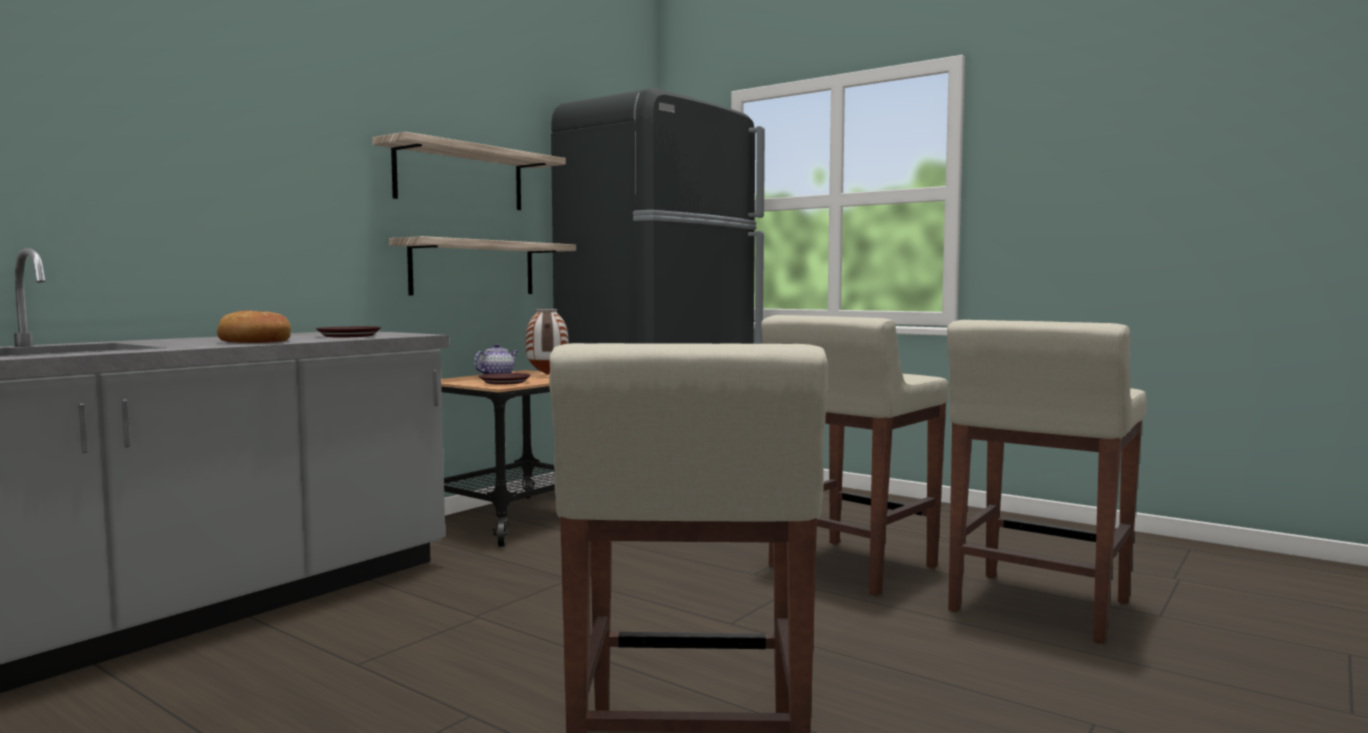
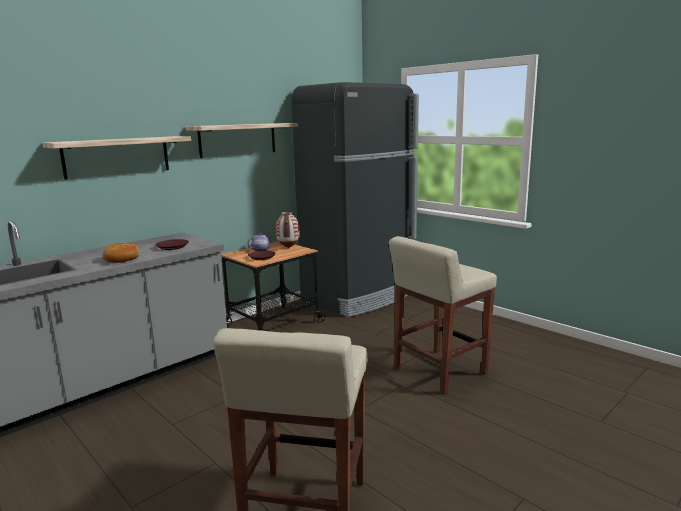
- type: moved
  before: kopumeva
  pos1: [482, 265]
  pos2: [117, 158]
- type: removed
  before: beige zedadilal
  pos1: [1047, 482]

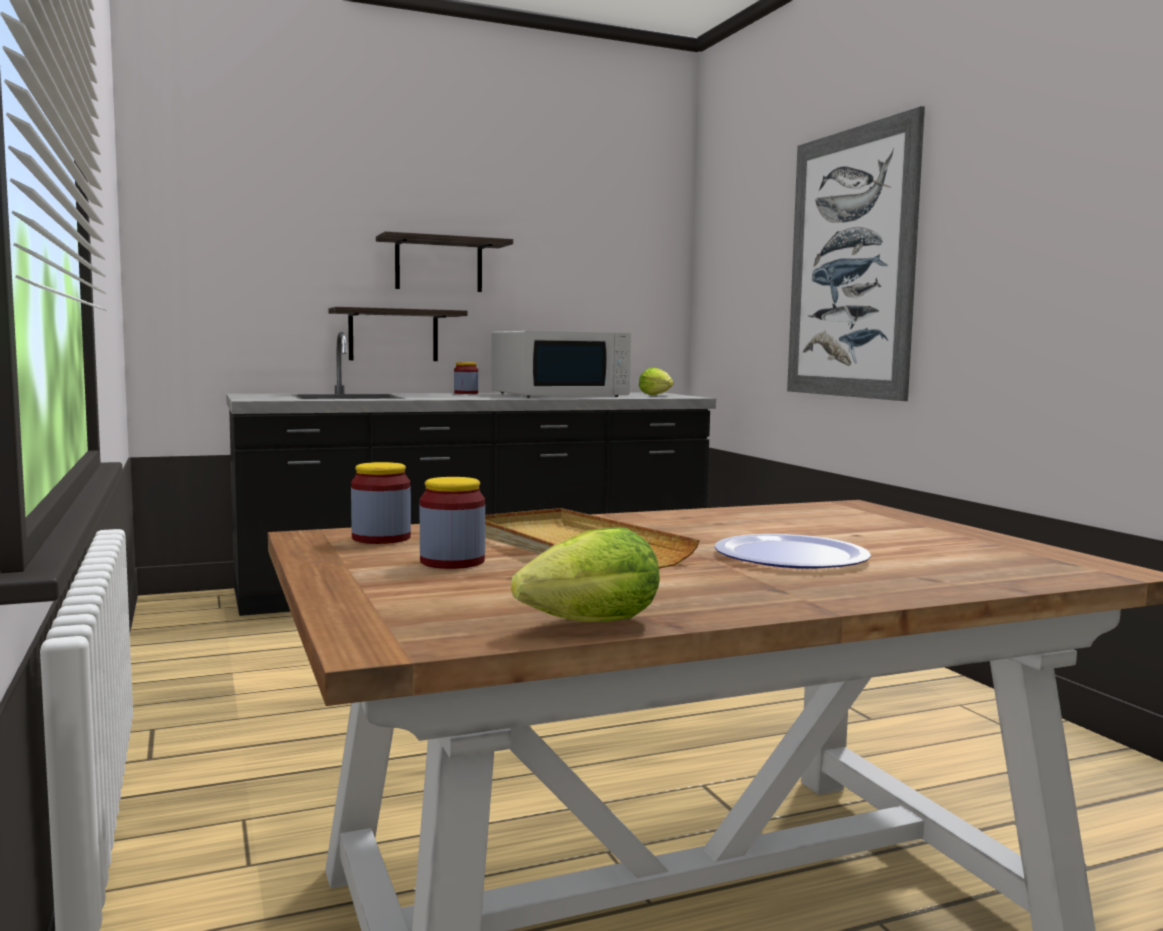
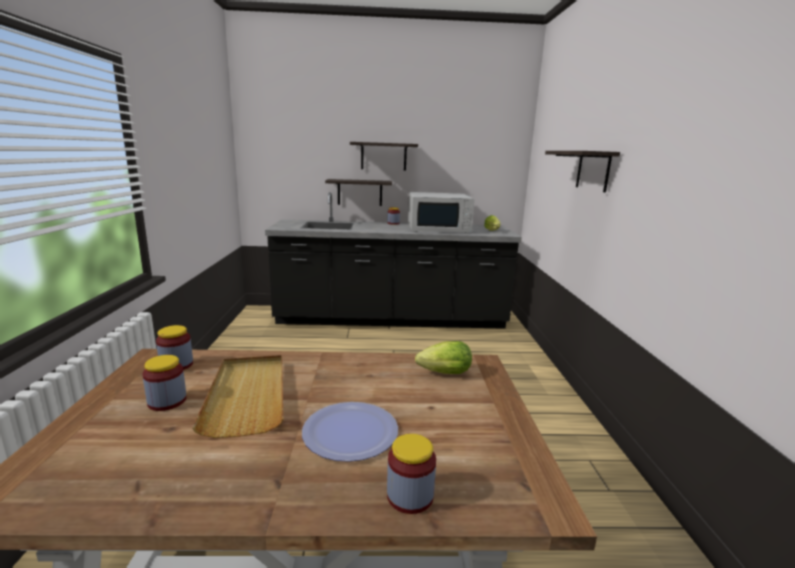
- type: moved
  before: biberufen
  pos1: [585, 574]
  pos2: [443, 357]
- type: replaced
  before: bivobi
  after: kopumeva
  pos1: [856, 253]
  pos2: [582, 172]
- type: added
  after: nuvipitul
  pos2: [411, 474]

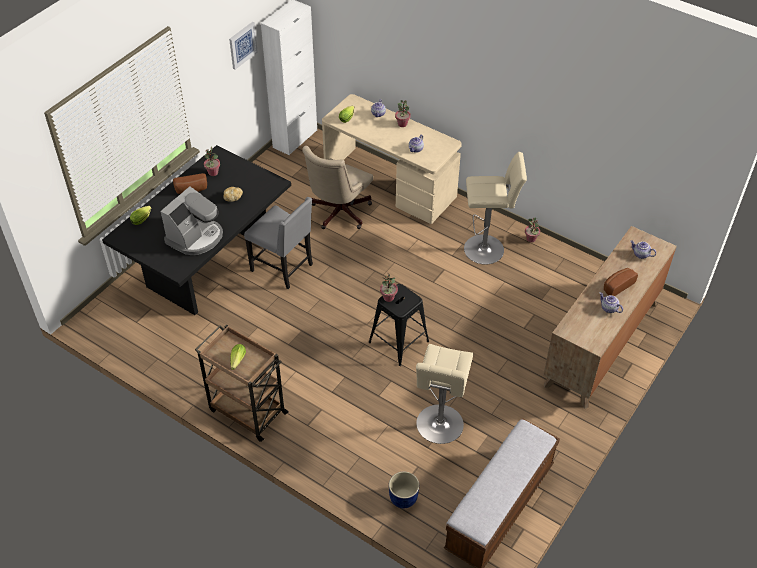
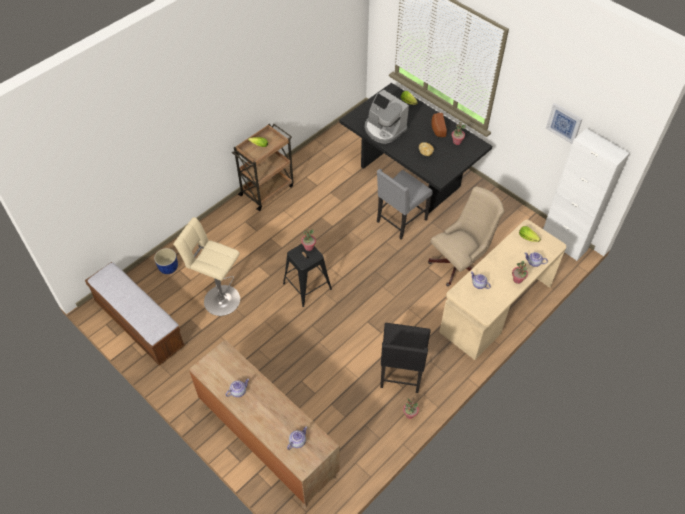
- type: turned
  before: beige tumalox
  pos1: [337, 187]
  pos2: [466, 236]
  turn: 105
- type: replaced
  before: beige zedadilal
  after: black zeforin
  pos1: [495, 208]
  pos2: [405, 358]
- type: removed
  before: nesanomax
  pos1: [621, 282]

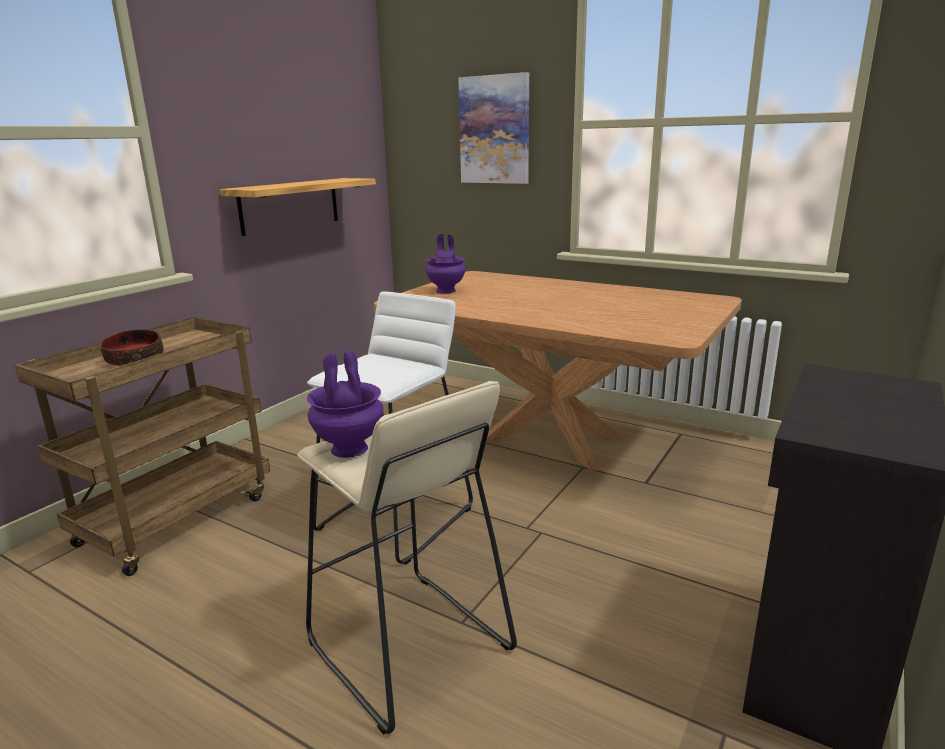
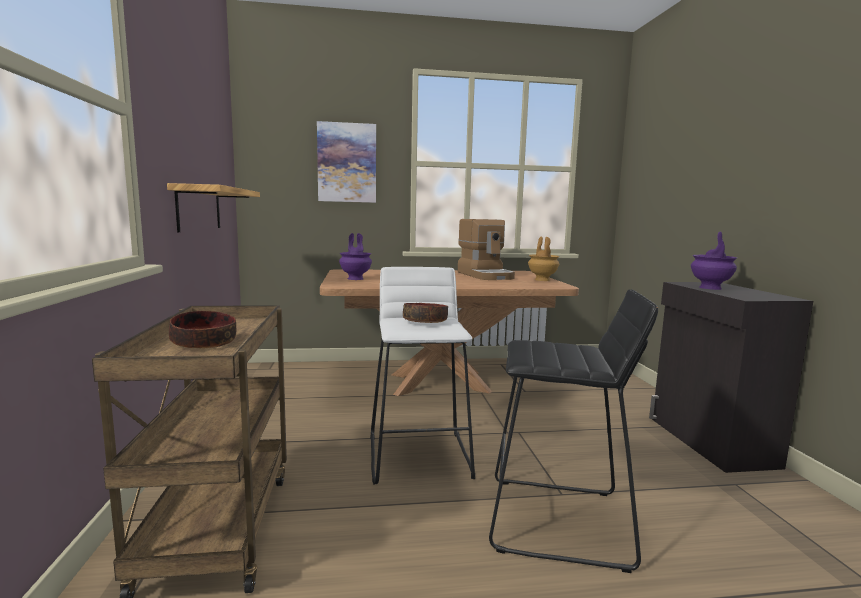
- type: recoloured
  before: beige zedadilal
  after: black zedadilal
  pos1: [407, 558]
  pos2: [573, 431]
- type: moved
  before: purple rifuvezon
  pos1: [345, 404]
  pos2: [714, 260]
- type: added
  after: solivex
  pos2: [425, 313]
- type: added
  after: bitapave
  pos2: [486, 249]
- type: added
  after: brown rifuvezon
  pos2: [543, 258]

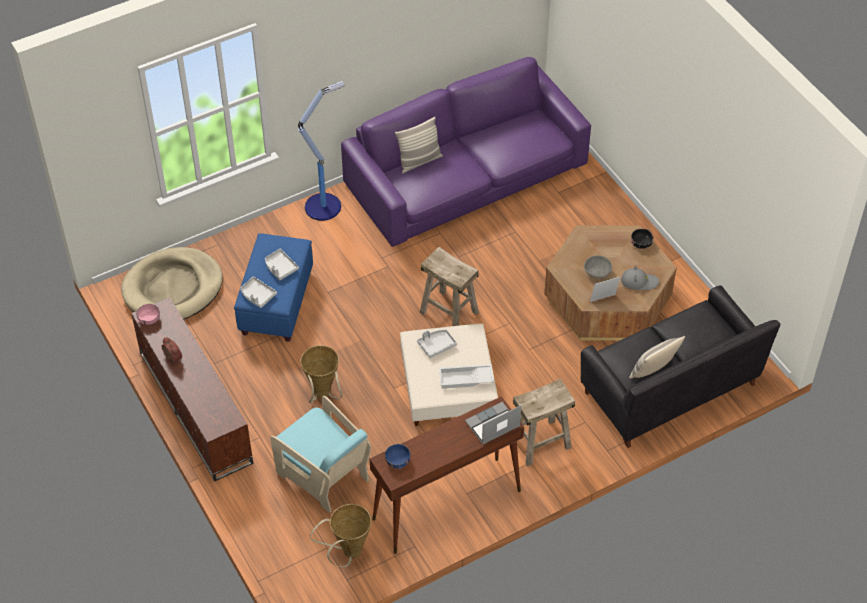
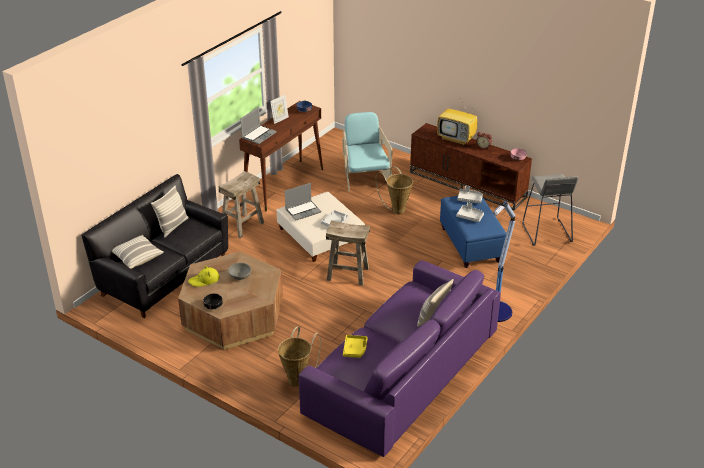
- type: replaced
  before: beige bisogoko
  after: grey zedadilal
  pos1: [172, 283]
  pos2: [550, 210]
- type: turned
  before: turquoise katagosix
  pos1: [320, 454]
  pos2: [367, 152]
  turn: 60
- type: moved
  before: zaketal
  pos1: [340, 535]
  pos2: [299, 357]
- type: replaced
  before: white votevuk
  after: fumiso
  pos1: [466, 376]
  pos2: [303, 202]
- type: moved
  before: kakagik
  pos1: [605, 289]
  pos2: [279, 109]
- type: recoloured
  before: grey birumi
  after: yellow birumi
  pos1: [640, 277]
  pos2: [204, 276]
- type: added
  after: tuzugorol
  pos2: [138, 252]
- type: added
  after: yellow votevuk
  pos2: [355, 346]
- type: added
  after: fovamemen
  pos2: [457, 122]

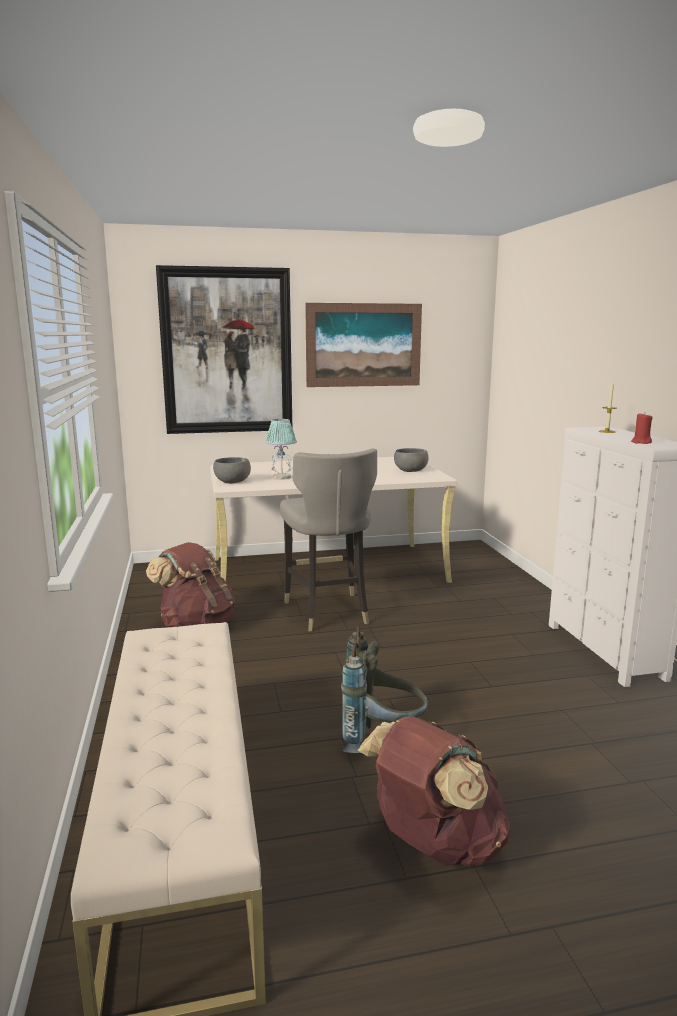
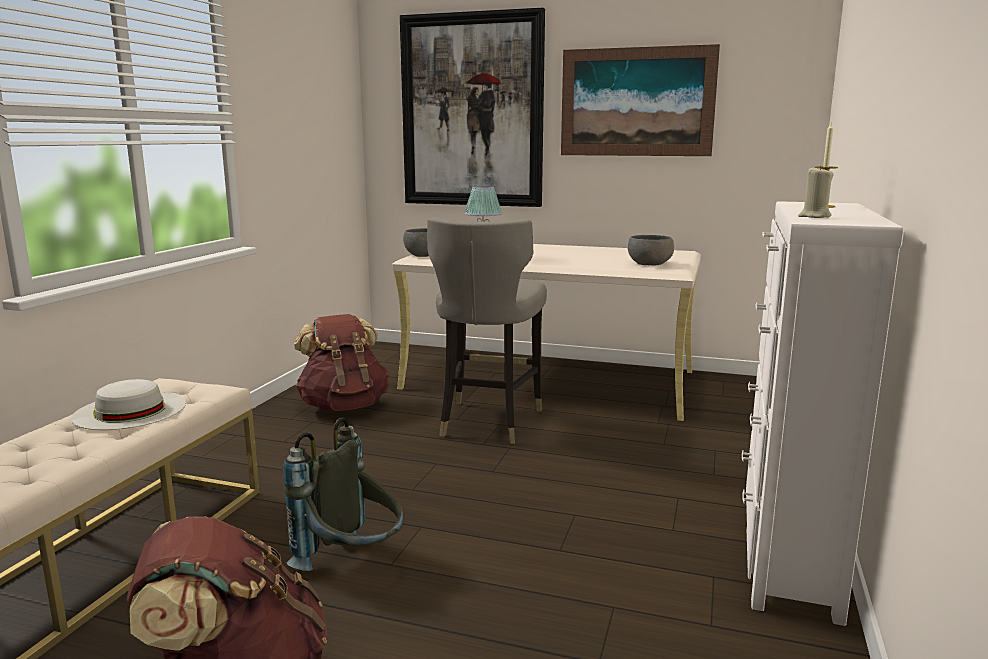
- type: recoloured
  before: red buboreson
  after: beige buboreson
  pos1: [641, 428]
  pos2: [816, 191]
- type: added
  after: white birumi
  pos2: [128, 404]

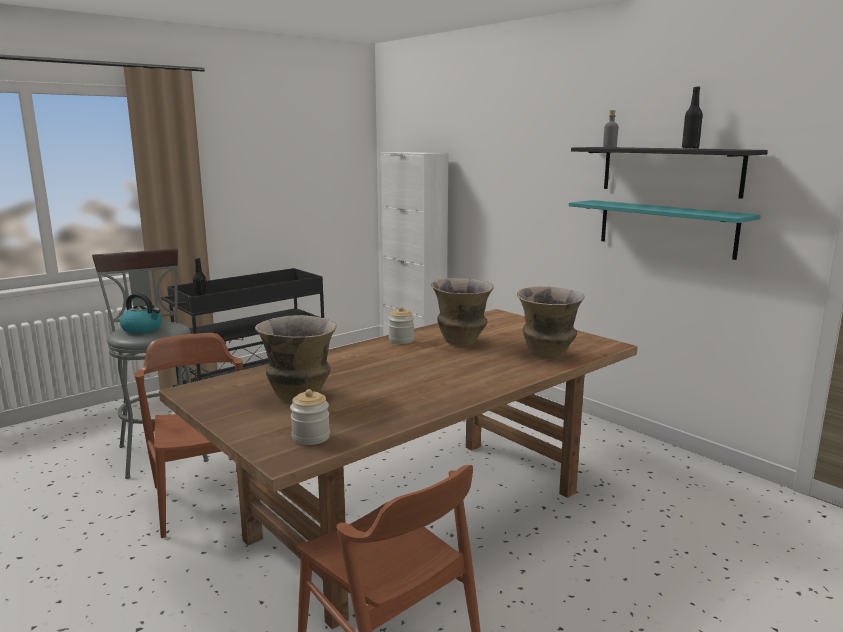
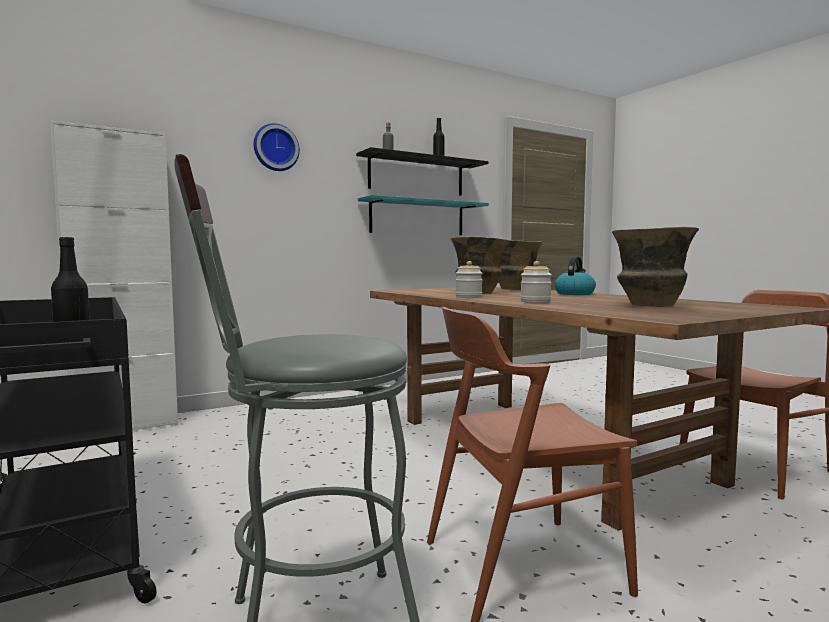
- type: moved
  before: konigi
  pos1: [141, 313]
  pos2: [575, 275]
- type: moved
  before: nuvipitul
  pos1: [310, 417]
  pos2: [536, 282]
- type: added
  after: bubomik
  pos2: [277, 147]

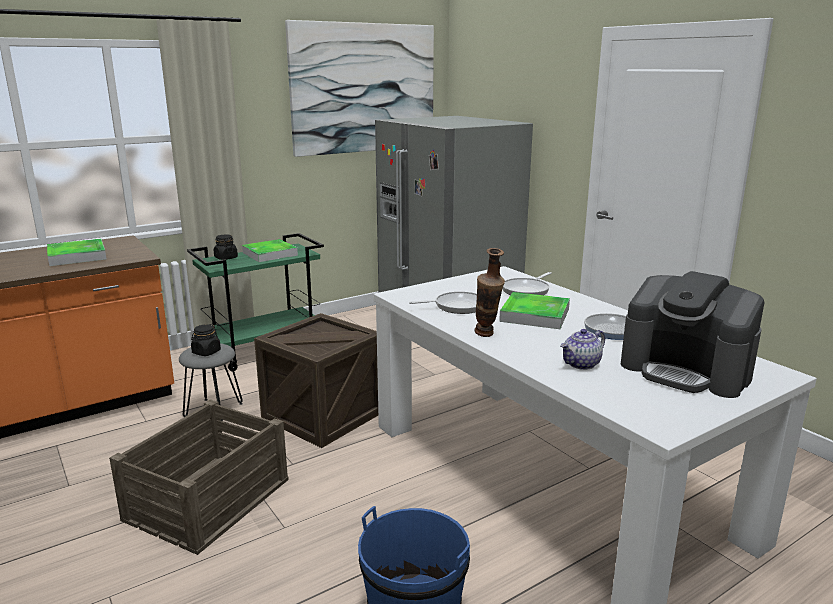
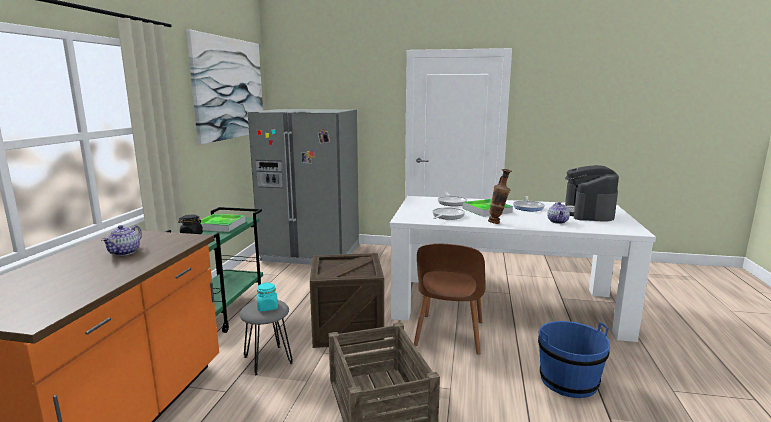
- type: replaced
  before: votevuk
  after: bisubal
  pos1: [76, 252]
  pos2: [122, 240]
- type: recoloured
  before: black nuvipitul
  after: turquoise nuvipitul
  pos1: [206, 340]
  pos2: [267, 296]
- type: turned
  before: bitapave
  pos1: [693, 334]
  pos2: [592, 193]
  turn: 105
- type: added
  after: brown zeforin
  pos2: [450, 298]

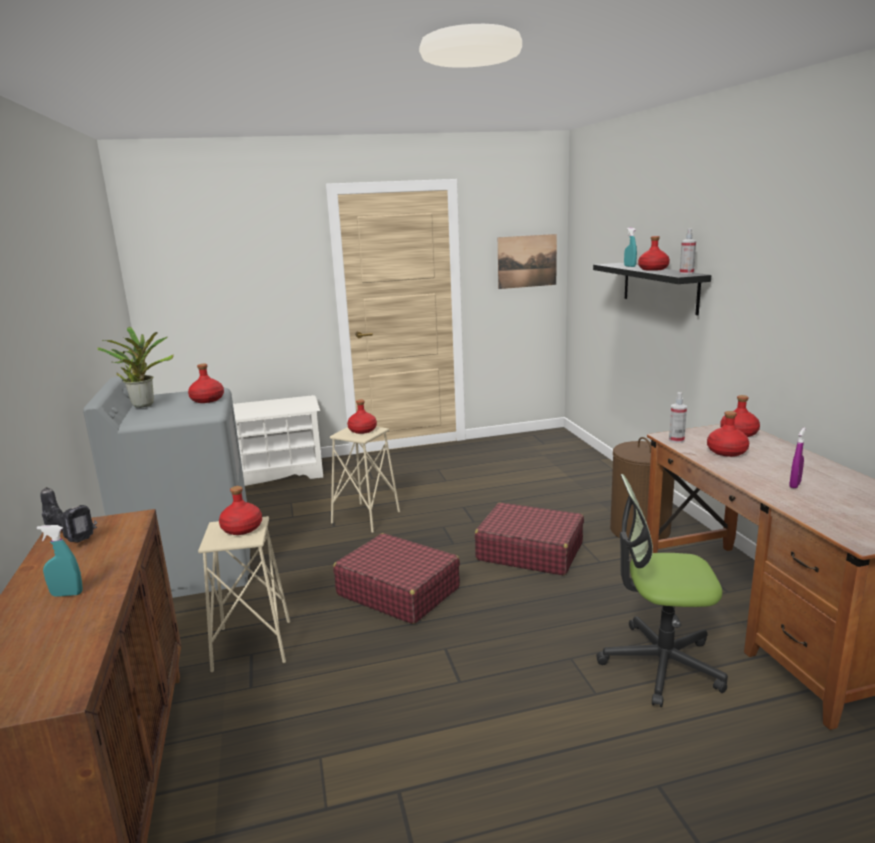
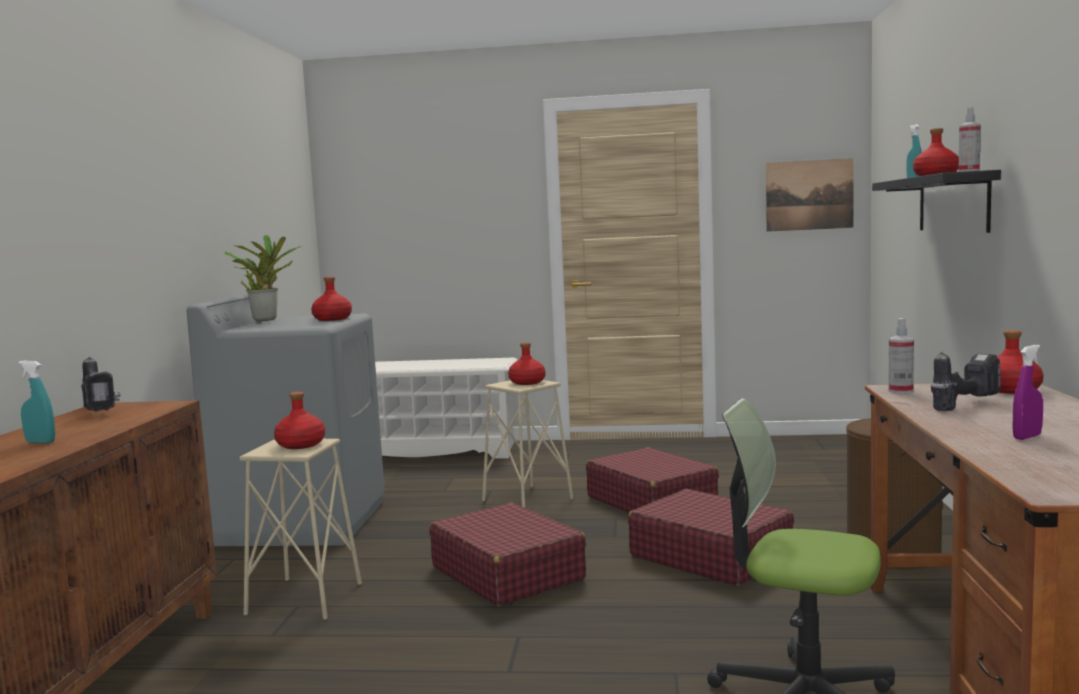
- type: replaced
  before: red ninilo
  after: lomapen
  pos1: [728, 434]
  pos2: [966, 381]
- type: added
  after: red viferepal
  pos2: [652, 480]

